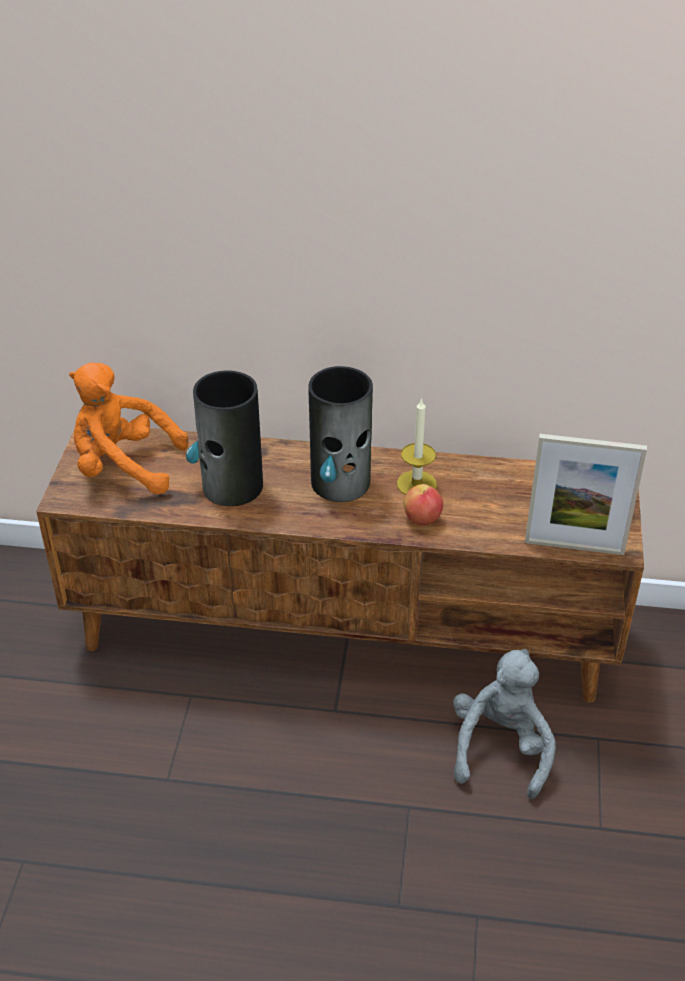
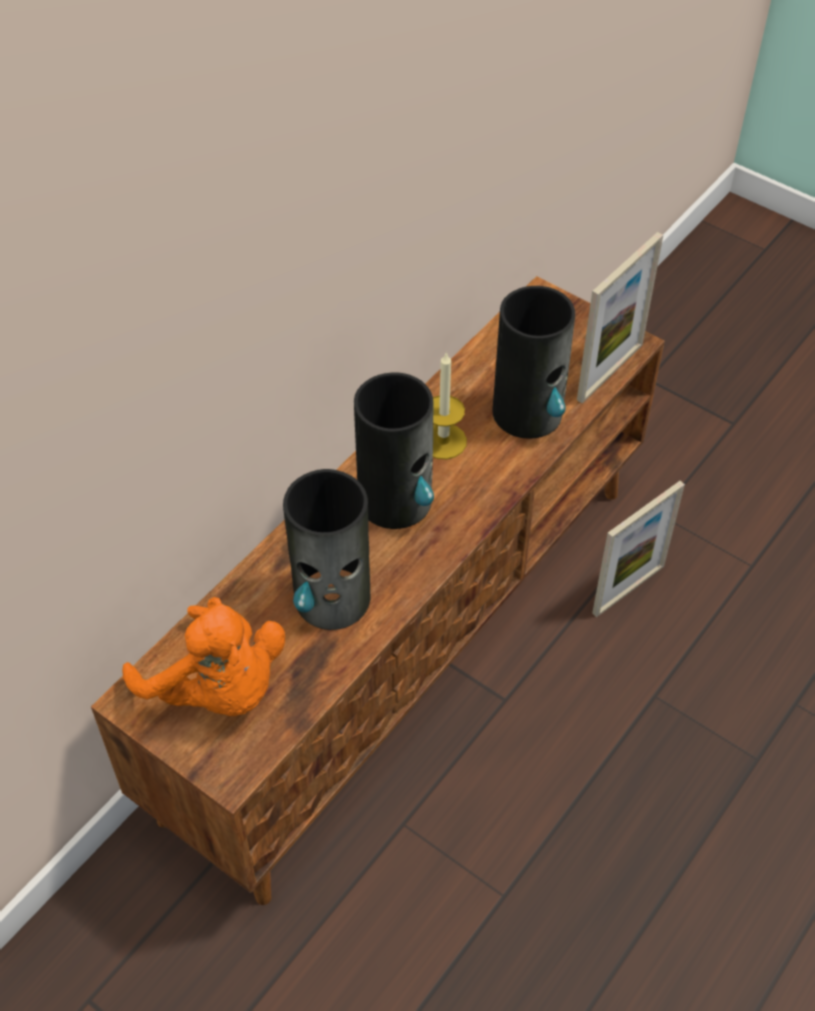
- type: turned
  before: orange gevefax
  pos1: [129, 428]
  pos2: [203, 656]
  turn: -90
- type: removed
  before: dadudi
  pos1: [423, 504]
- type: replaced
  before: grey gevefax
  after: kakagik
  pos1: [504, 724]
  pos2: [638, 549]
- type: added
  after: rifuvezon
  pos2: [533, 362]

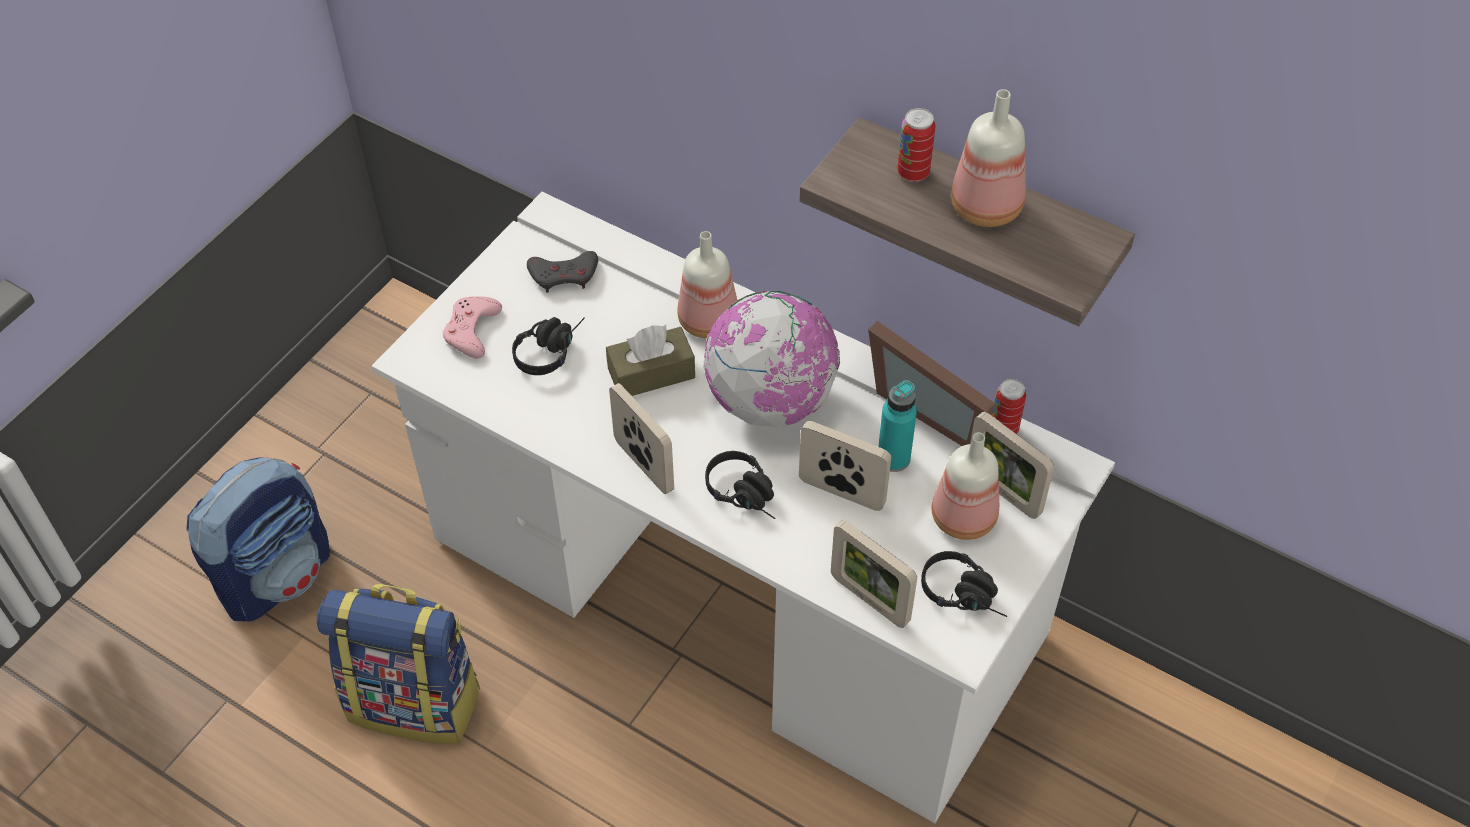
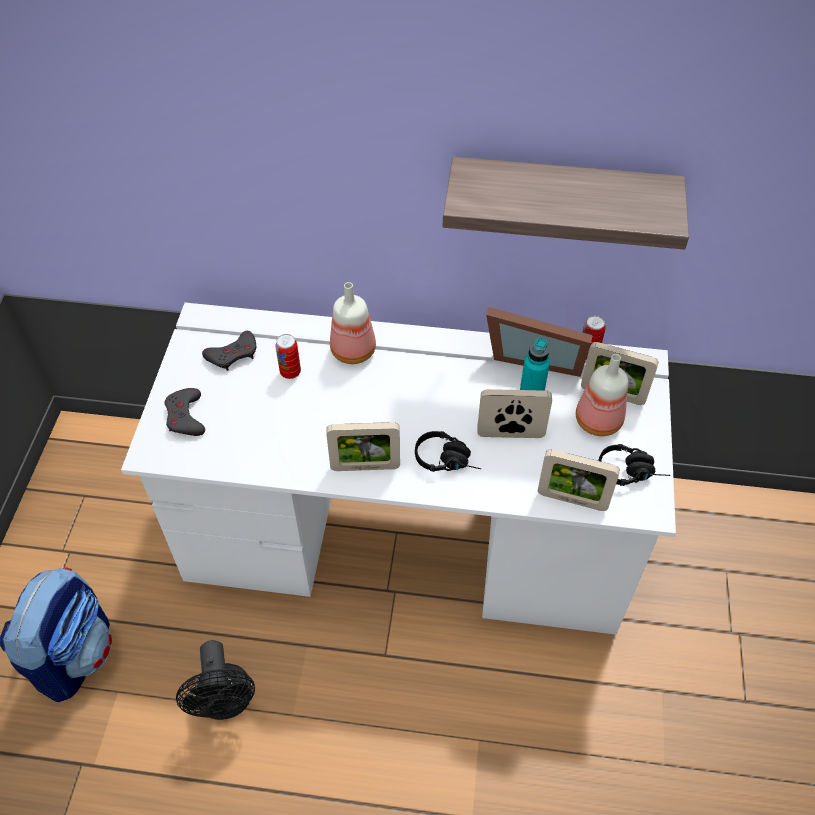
- type: replaced
  before: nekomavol
  after: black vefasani
  pos1: [399, 664]
  pos2: [215, 680]
- type: recoloured
  before: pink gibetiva
  after: grey gibetiva
  pos1: [472, 327]
  pos2: [184, 412]
- type: removed
  before: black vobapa
  pos1: [548, 346]
- type: removed
  before: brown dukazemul
  pos1: [650, 360]
- type: turned
  before: kakagik
  pos1: [641, 438]
  pos2: [363, 446]
  turn: 150
- type: removed
  before: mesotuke
  pos1: [771, 359]
- type: moved
  before: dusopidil
  pos1: [916, 145]
  pos2: [288, 356]
- type: removed
  before: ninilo
  pos1: [988, 158]

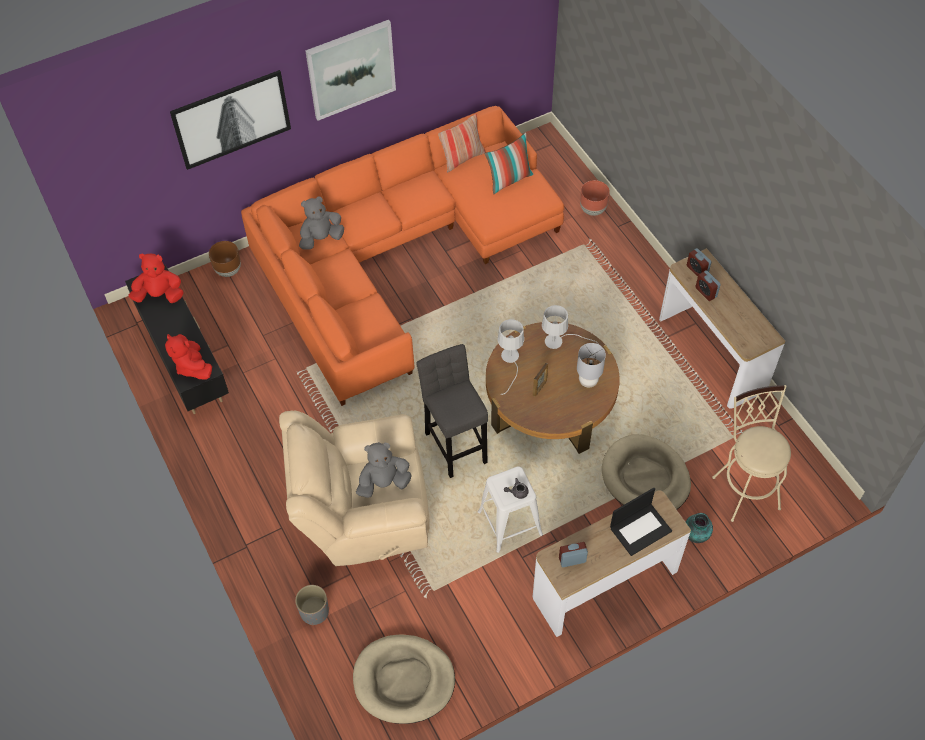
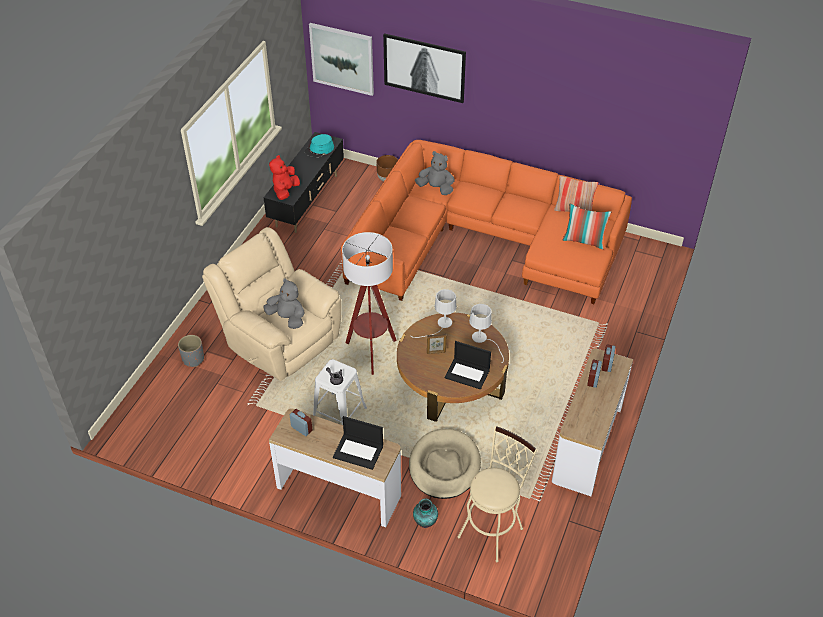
- type: replaced
  before: red gevefax
  after: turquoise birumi
  pos1: [156, 278]
  pos2: [319, 146]
- type: moved
  before: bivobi
  pos1: [350, 70]
  pos2: [341, 59]
- type: removed
  before: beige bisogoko
  pos1: [404, 679]
- type: replaced
  before: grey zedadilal
  after: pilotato
  pos1: [452, 411]
  pos2: [369, 303]
- type: replaced
  before: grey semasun
  after: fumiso
  pos1: [591, 365]
  pos2: [468, 365]
- type: removed
  before: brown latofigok
  pos1: [595, 198]

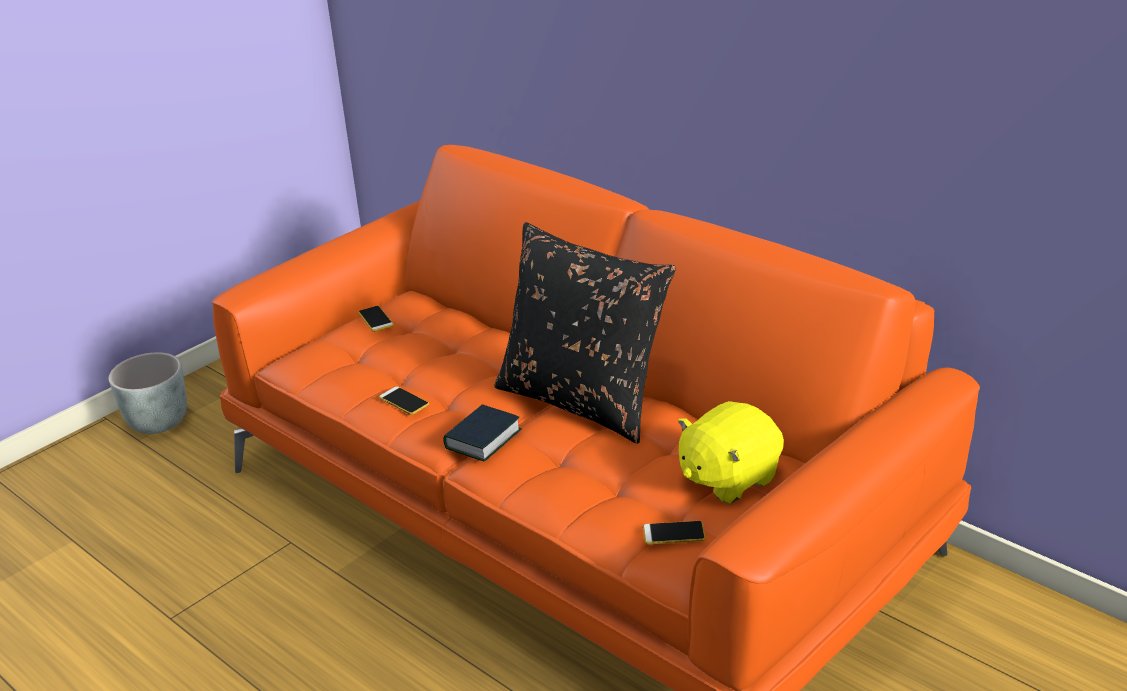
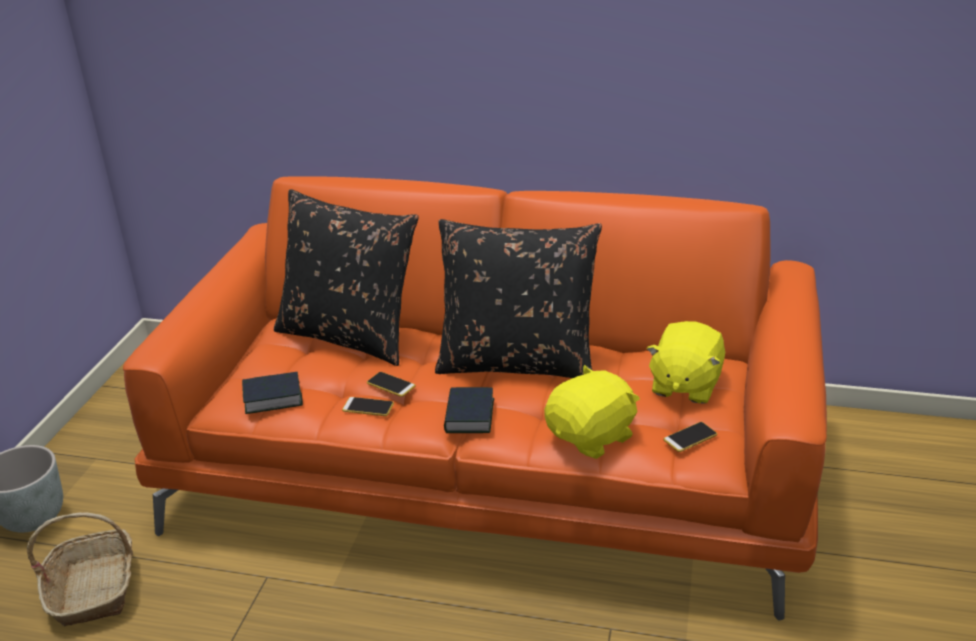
- type: moved
  before: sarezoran
  pos1: [376, 319]
  pos2: [391, 384]
- type: added
  after: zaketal
  pos2: [80, 569]
- type: added
  after: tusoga
  pos2: [272, 393]
- type: added
  after: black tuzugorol
  pos2: [346, 277]
- type: added
  after: yellow gevefax
  pos2: [592, 412]

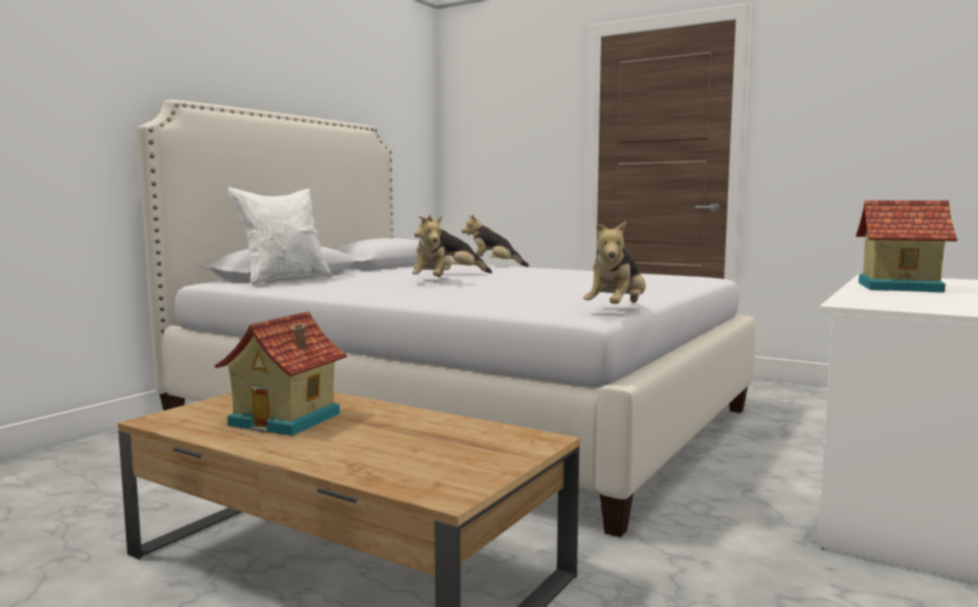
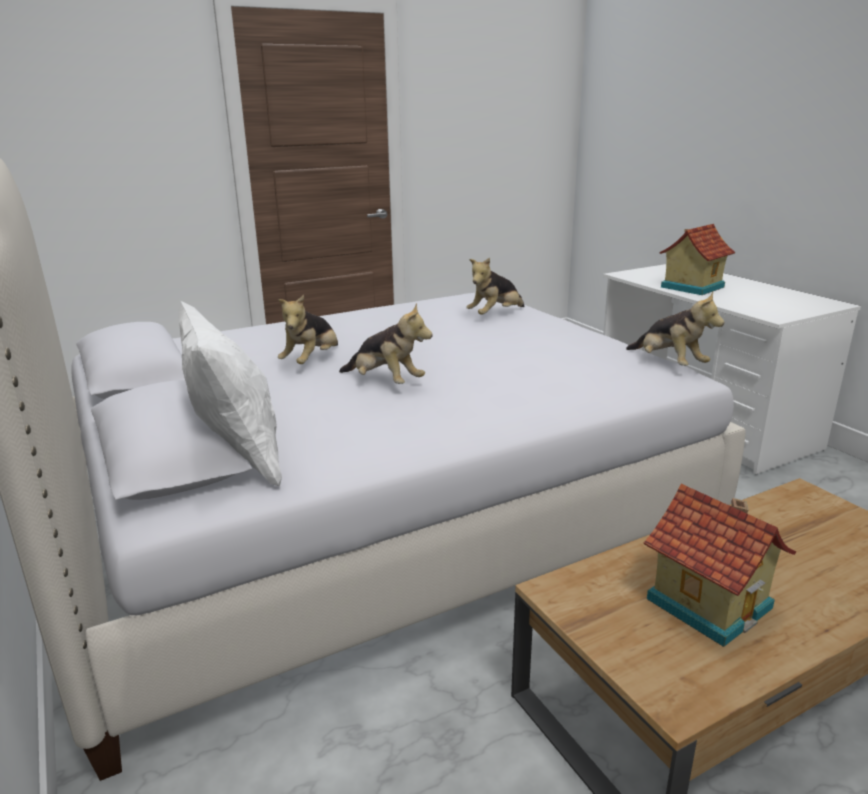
- type: moved
  before: gevefax
  pos1: [495, 240]
  pos2: [495, 286]

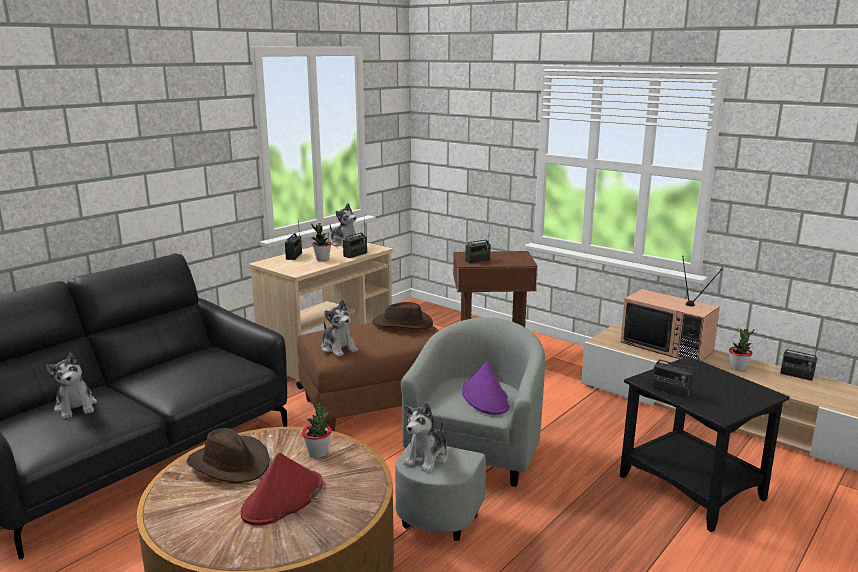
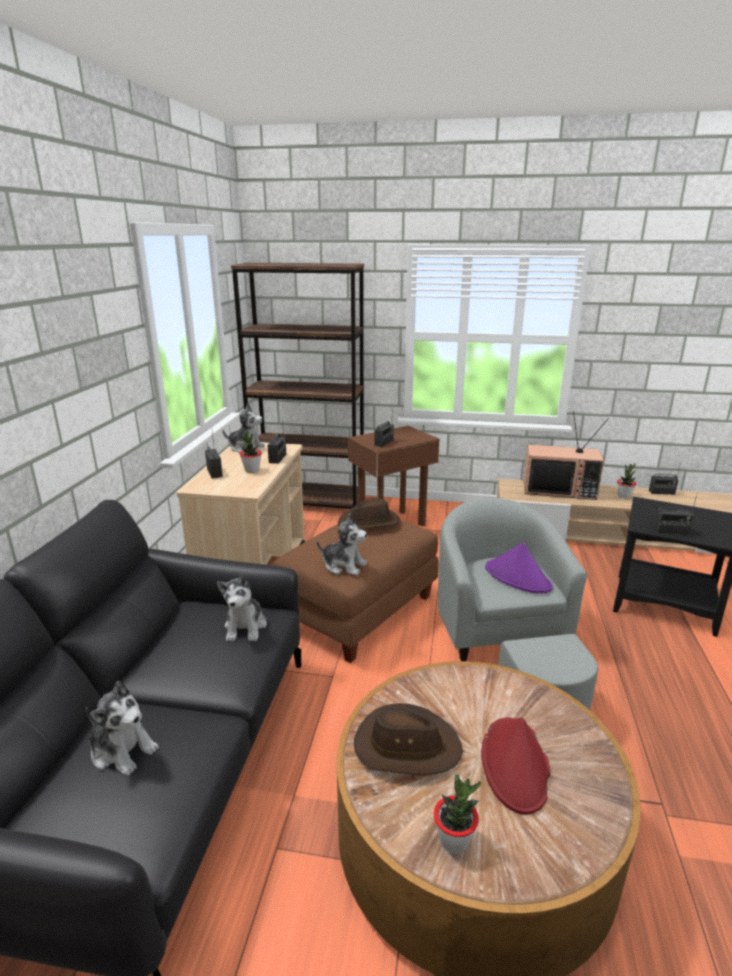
- type: moved
  before: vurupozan
  pos1: [317, 430]
  pos2: [457, 814]
- type: moved
  before: gevefax
  pos1: [425, 437]
  pos2: [242, 607]
- type: added
  after: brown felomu
  pos2: [297, 386]

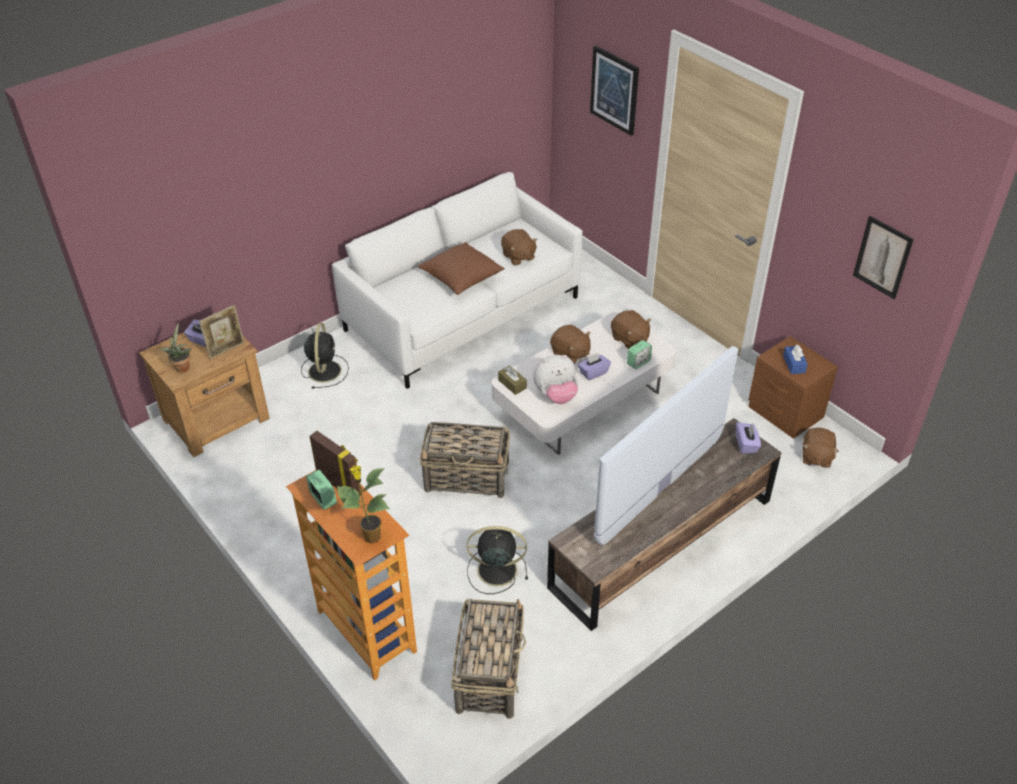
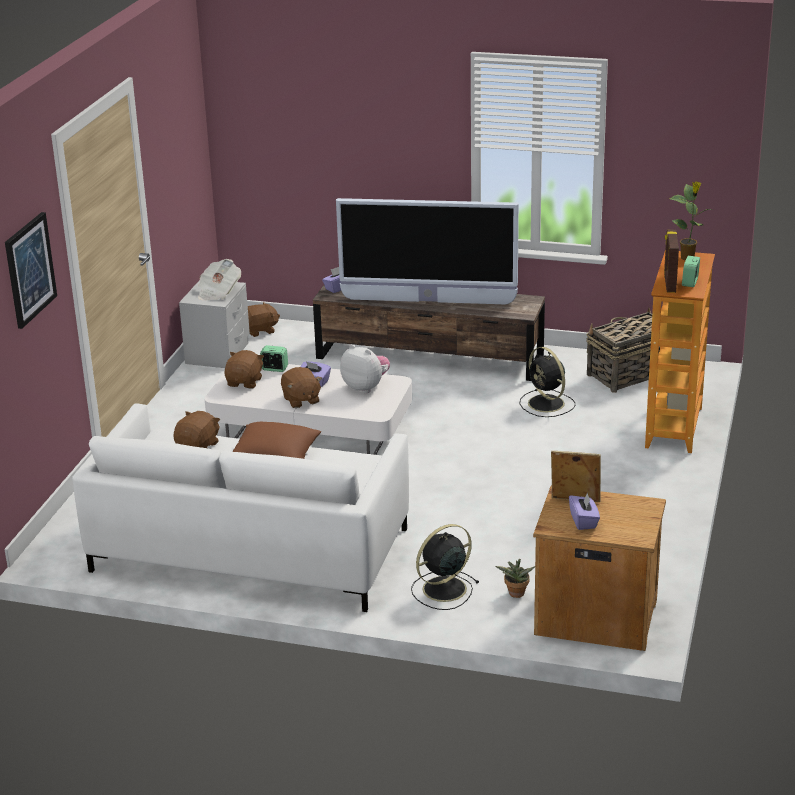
- type: moved
  before: vurupozan
  pos1: [175, 347]
  pos2: [515, 578]
- type: removed
  before: zaketal
  pos1: [464, 460]
- type: removed
  before: brown dukazemul
  pos1: [512, 380]
- type: turned
  before: brown gevefax
  pos1: [570, 343]
  pos2: [301, 387]
  turn: 150
- type: recoloured
  before: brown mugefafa
  after: grey mugefafa
  pos1: [793, 387]
  pos2: [214, 324]
- type: replaced
  before: blue dukazemul
  after: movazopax
  pos1: [795, 359]
  pos2: [219, 280]
- type: removed
  before: bivobi
  pos1: [883, 257]

